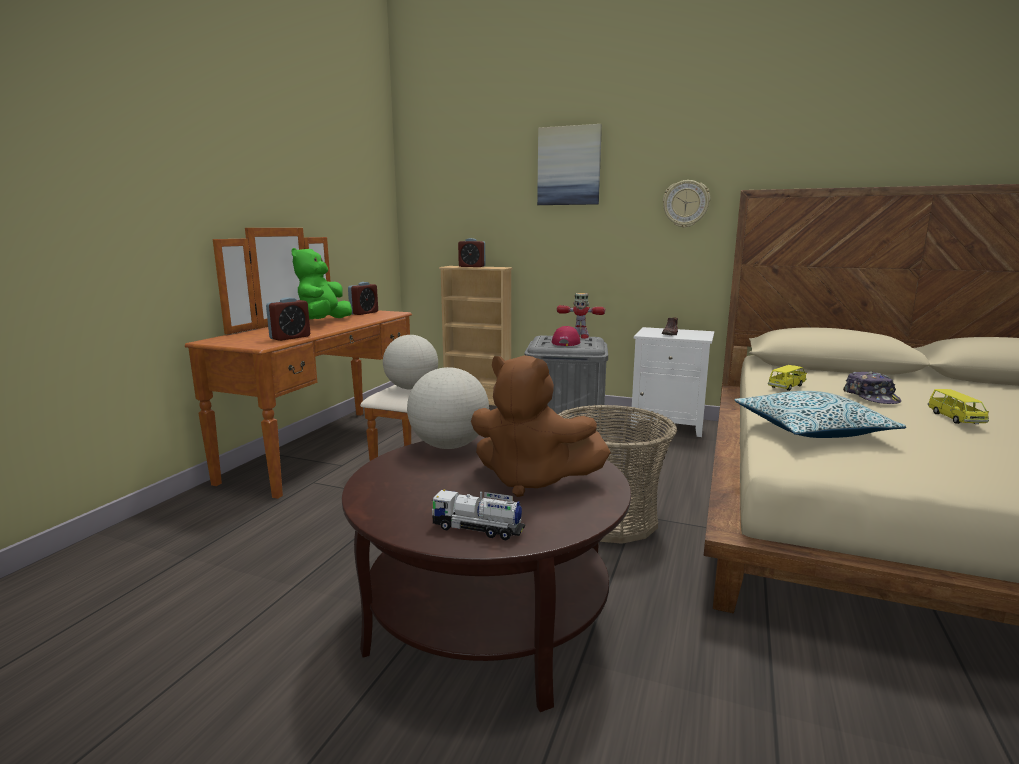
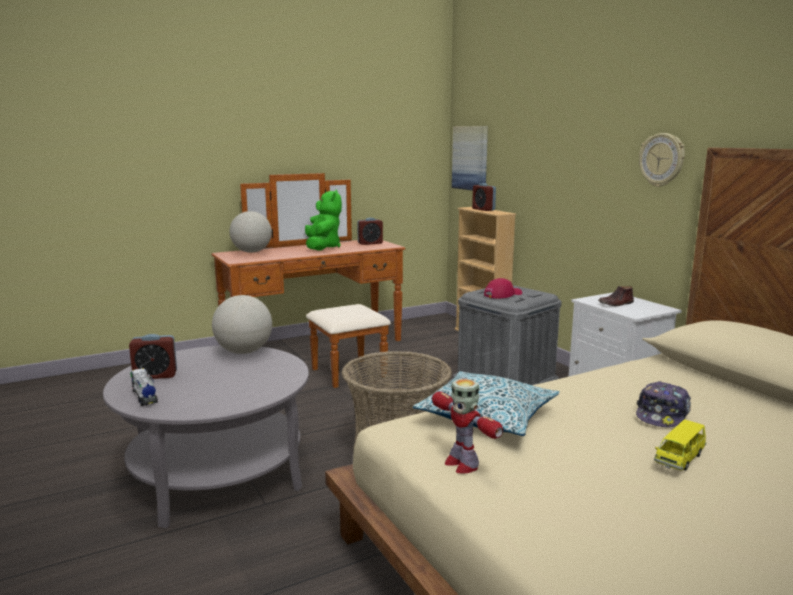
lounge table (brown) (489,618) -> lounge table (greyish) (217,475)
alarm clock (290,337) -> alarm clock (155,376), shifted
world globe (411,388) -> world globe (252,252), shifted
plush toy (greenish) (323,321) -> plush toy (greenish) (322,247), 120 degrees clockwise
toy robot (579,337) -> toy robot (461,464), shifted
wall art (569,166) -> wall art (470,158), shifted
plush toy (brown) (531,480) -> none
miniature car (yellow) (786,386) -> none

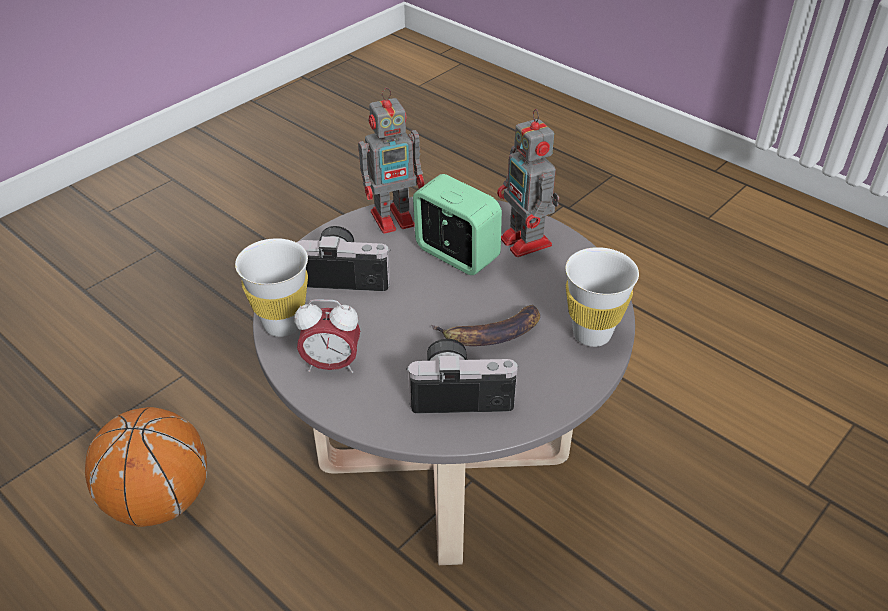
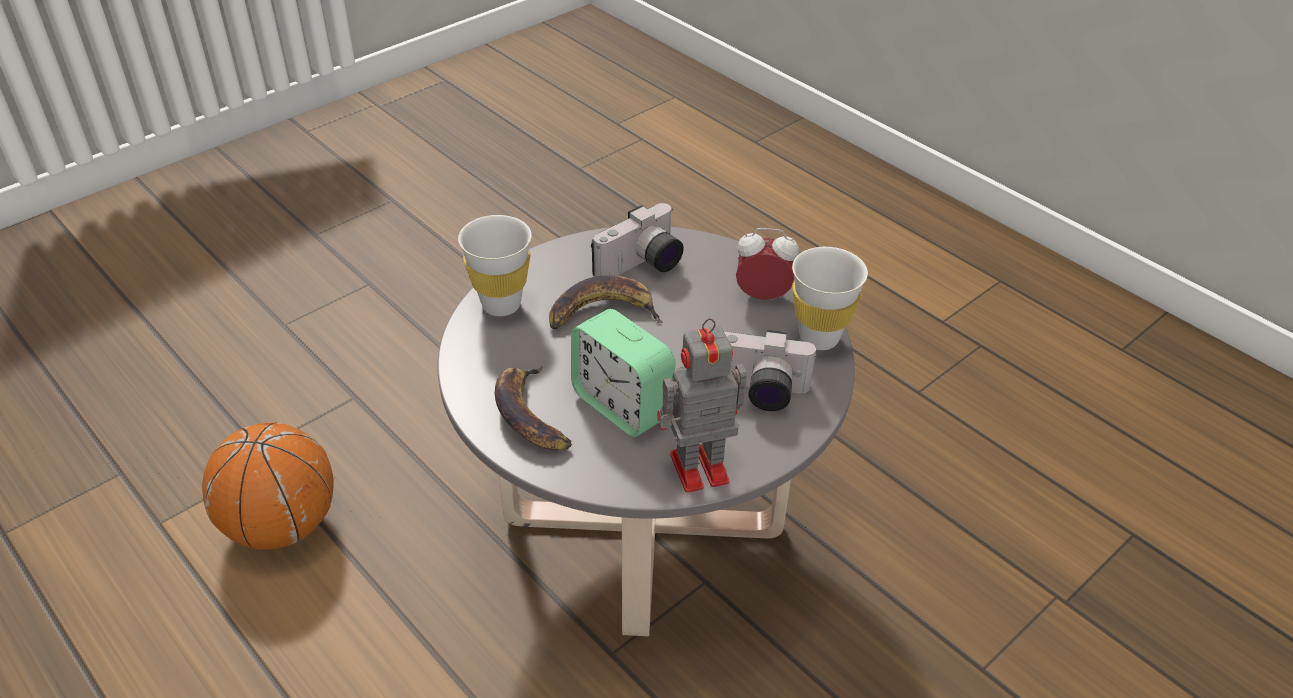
basketball (159,501) -> basketball (282,525), shifted
toy robot (527,243) -> banana fruit (530,415)
still camera (461,390) -> still camera (642,267), 45 degrees counterclockwise

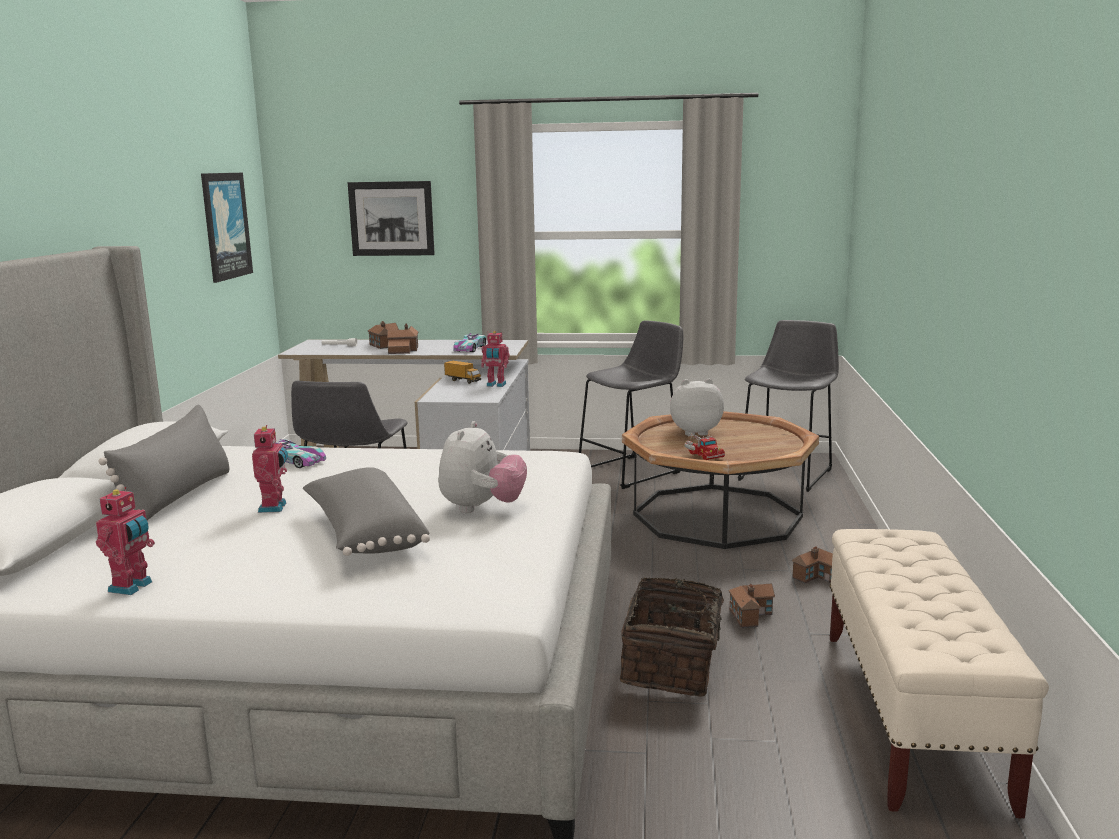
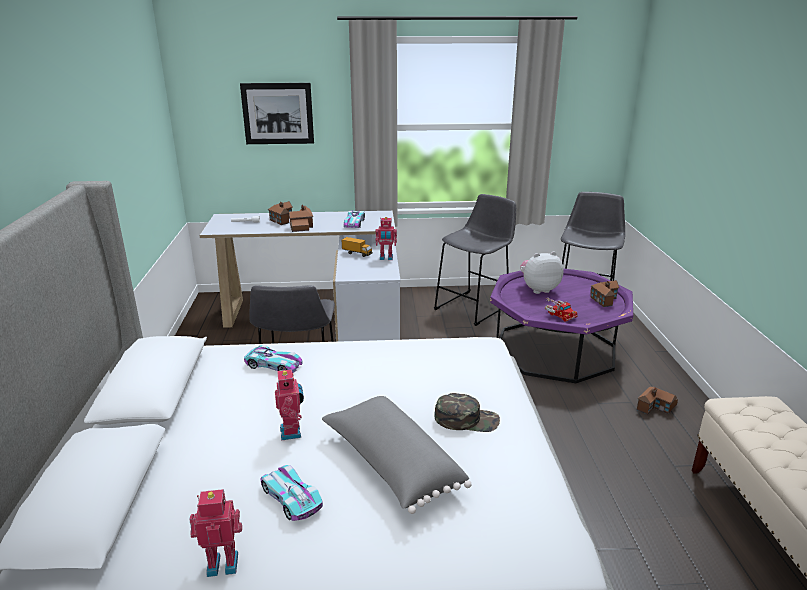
toy robot (132,587) -> toy robot (223,562), 105 degrees counterclockwise
none -> miniature car (291,497)
plush toy (482,508) -> cap (greenish) (466,419)
lounge table (brown) (717,515) -> lounge table (purple) (555,349)
model house (751,614) -> model house (604,298), shifted
cushion (greyish) (178,497) -> none
wall art (225,226) -> none
household basket (672,665) -> none

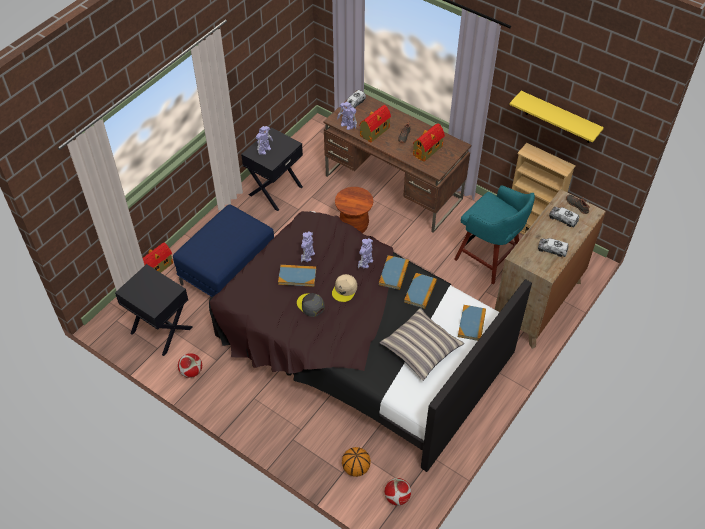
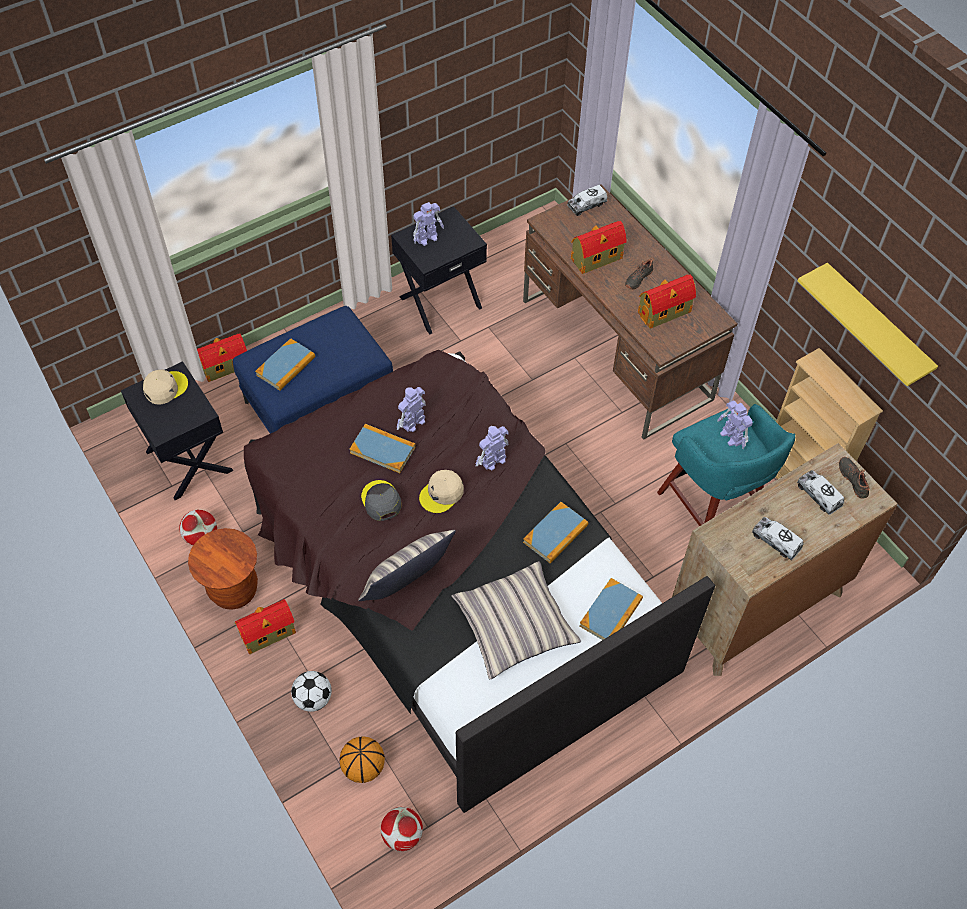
none -> cap (beige) (165,388)
stool (brown) (354,226) -> stool (brown) (233,590), shifted
none -> model house (266,634)
bound book (393,273) -> bound book (286,366), shifted
none -> football (313,698)
none -> cushion (407,587)
toy robot (347,125) -> toy robot (731,437), shifted

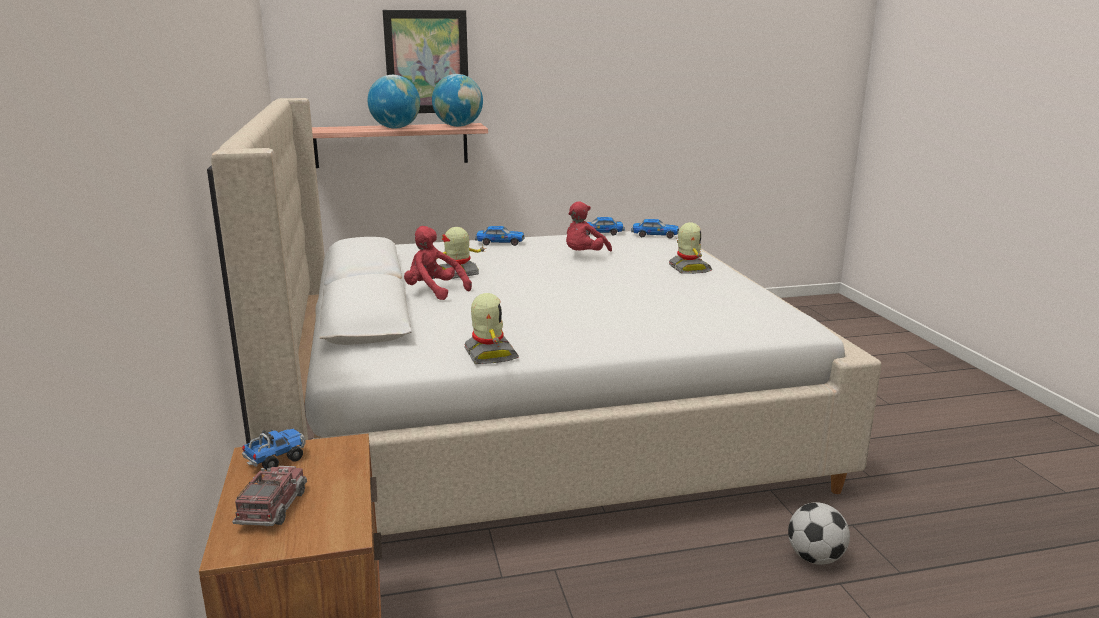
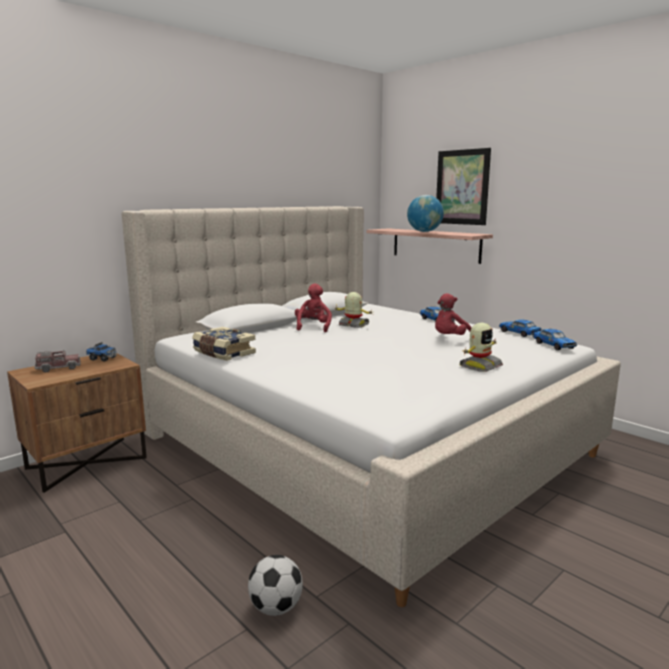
toy robot (489,355) -> bound book (223,353)
plush toy (red-coloured) (584,255) -> plush toy (red-coloured) (450,339), 45 degrees counterclockwise
world globe (458,126) -> none

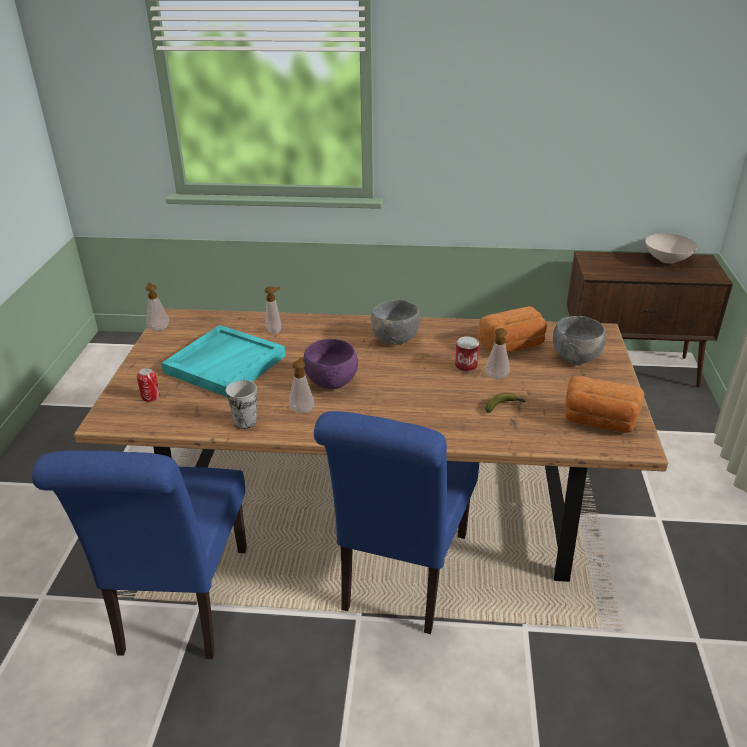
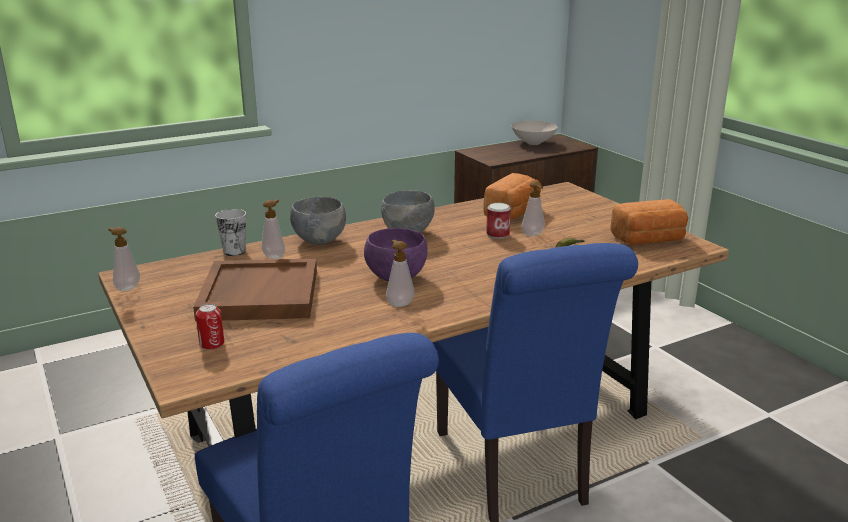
serving tray (blue-green) (225,363) -> serving tray (brown) (259,294)
drinking cup (245,422) -> drinking cup (234,251), shifted
bowl (greyish) (576,358) -> bowl (greyish) (319,240), shifted

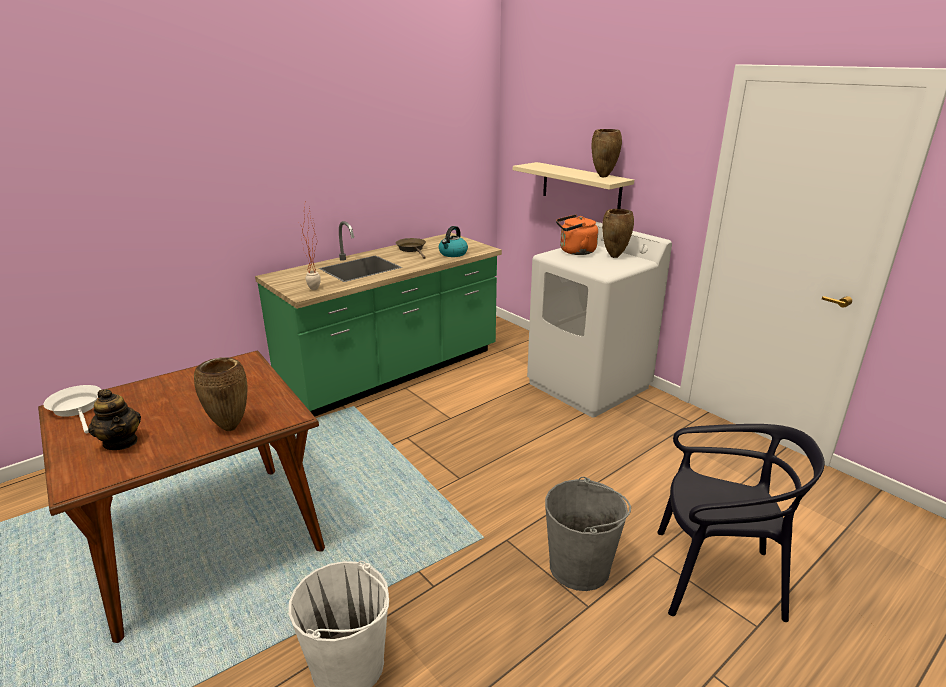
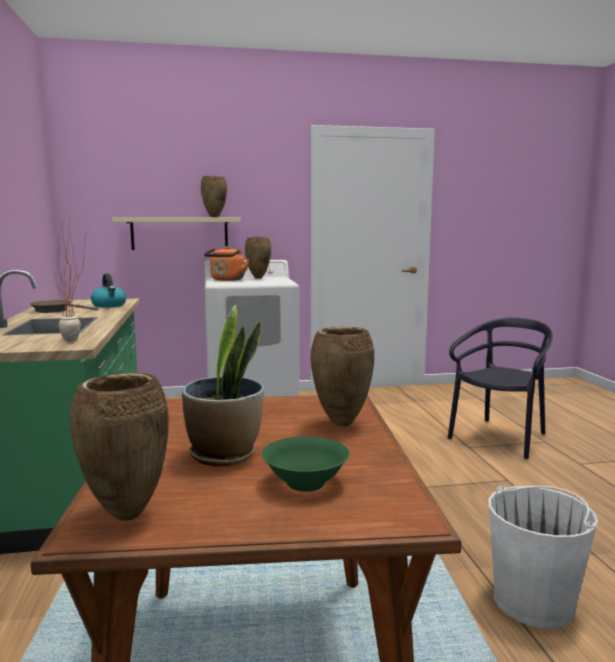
frying pan (white) (77,408) -> vase (brown) (125,515)
none -> potted plant (225,455)
pot for tea (121,442) -> bowl (greenish) (304,482)
water bucket (greyish) (580,567) -> none

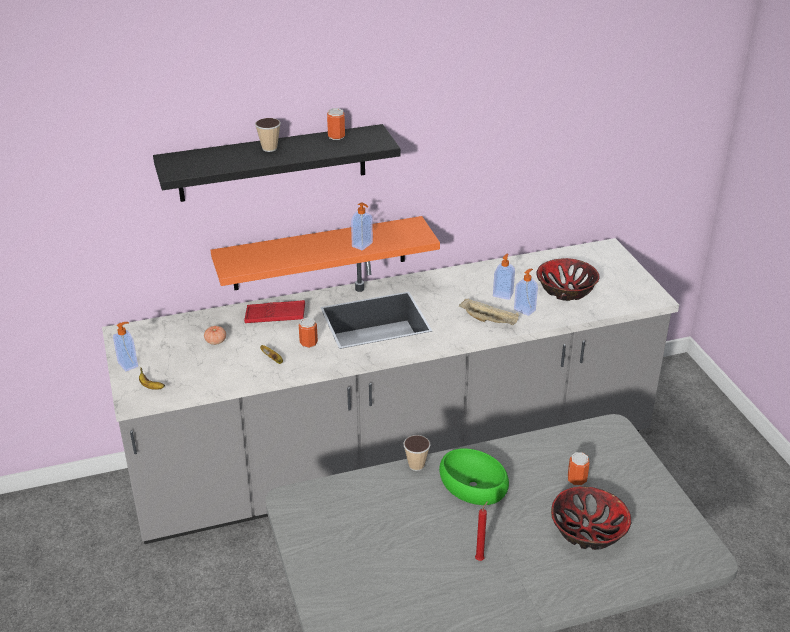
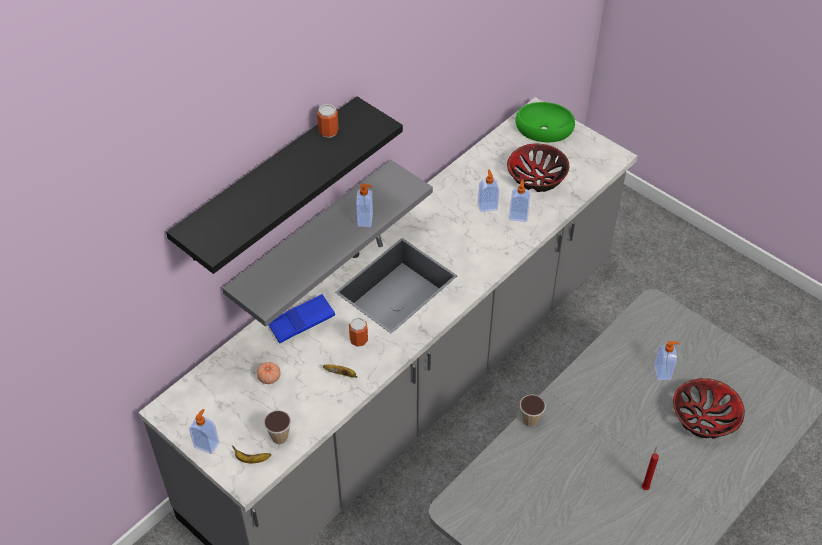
wall shelf (orange-coloured) (320,253) -> wall shelf (greyish) (312,238)
drinking cup (269,148) -> drinking cup (279,437), shifted
serving tray (red-coloured) (275,316) -> serving tray (bluish) (301,322)
bowl (greenish) (472,485) -> bowl (greenish) (543,129), shifted
metal can (577,480) -> soap dispenser (663,372)
serving tray (beige) (489,320) -> none

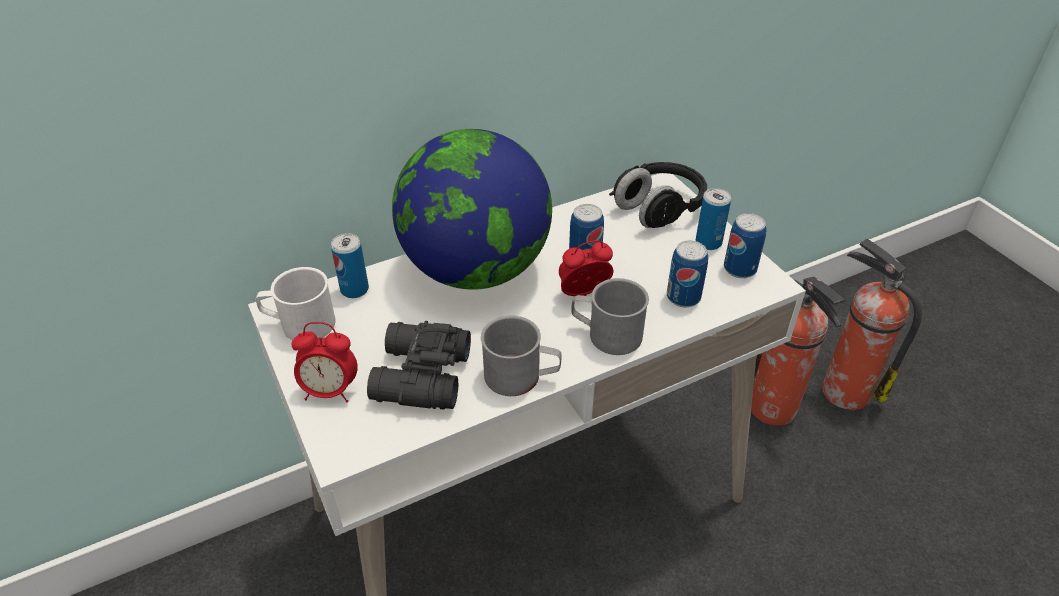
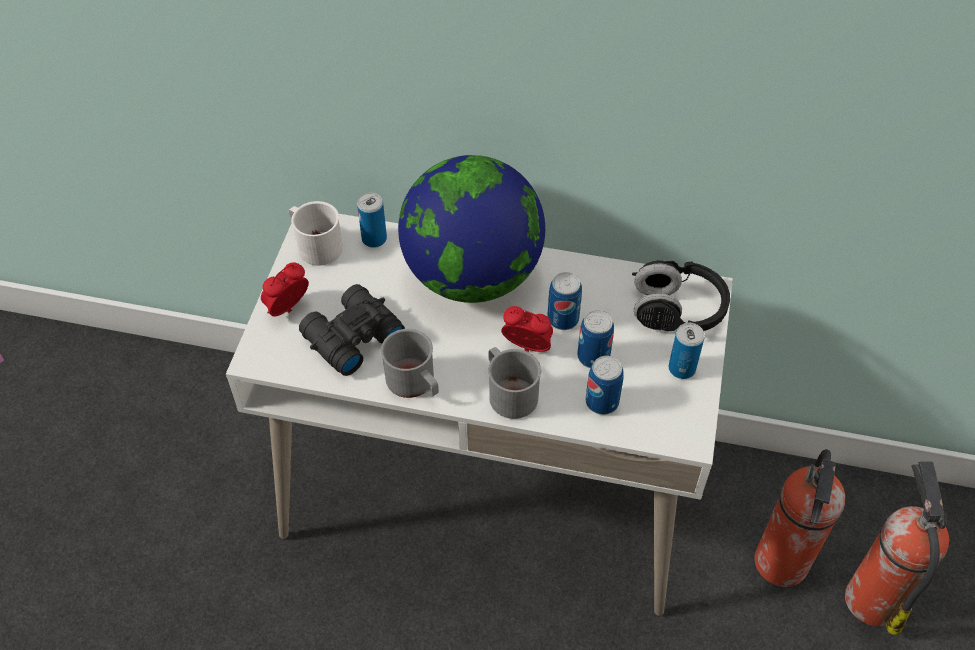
alarm clock (330,391) -> alarm clock (288,310), 90 degrees clockwise
metal can (739,269) -> metal can (593,357), shifted

